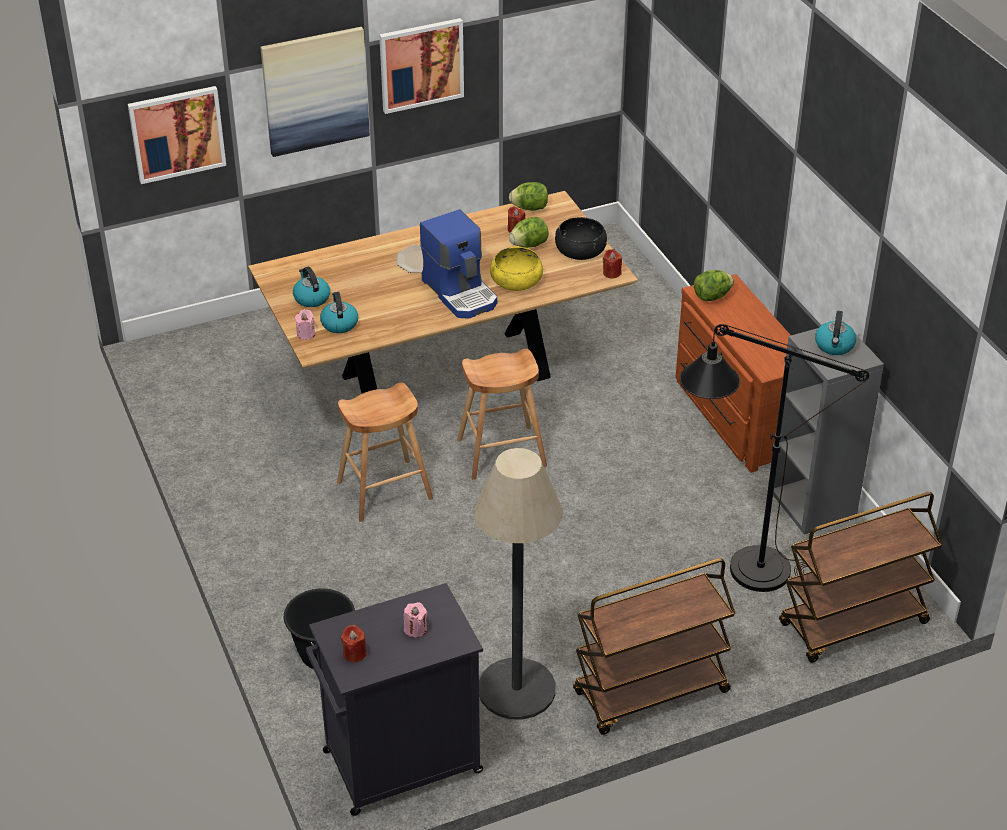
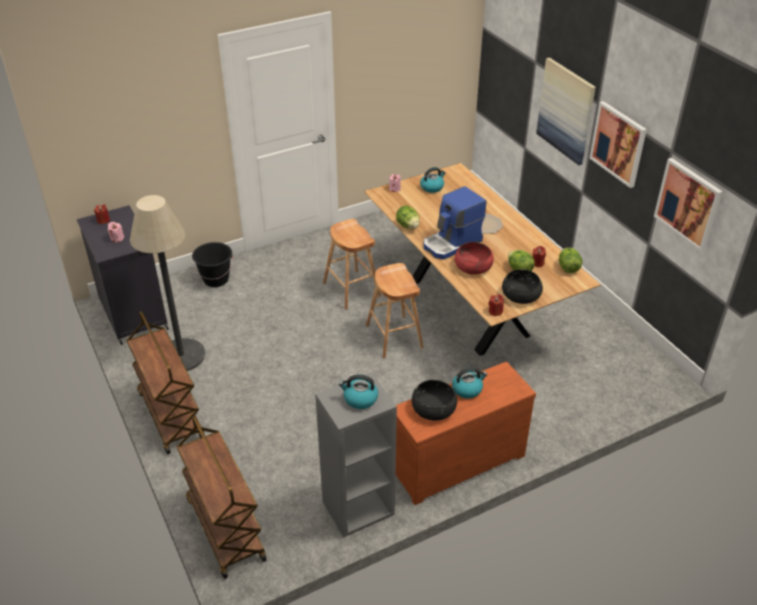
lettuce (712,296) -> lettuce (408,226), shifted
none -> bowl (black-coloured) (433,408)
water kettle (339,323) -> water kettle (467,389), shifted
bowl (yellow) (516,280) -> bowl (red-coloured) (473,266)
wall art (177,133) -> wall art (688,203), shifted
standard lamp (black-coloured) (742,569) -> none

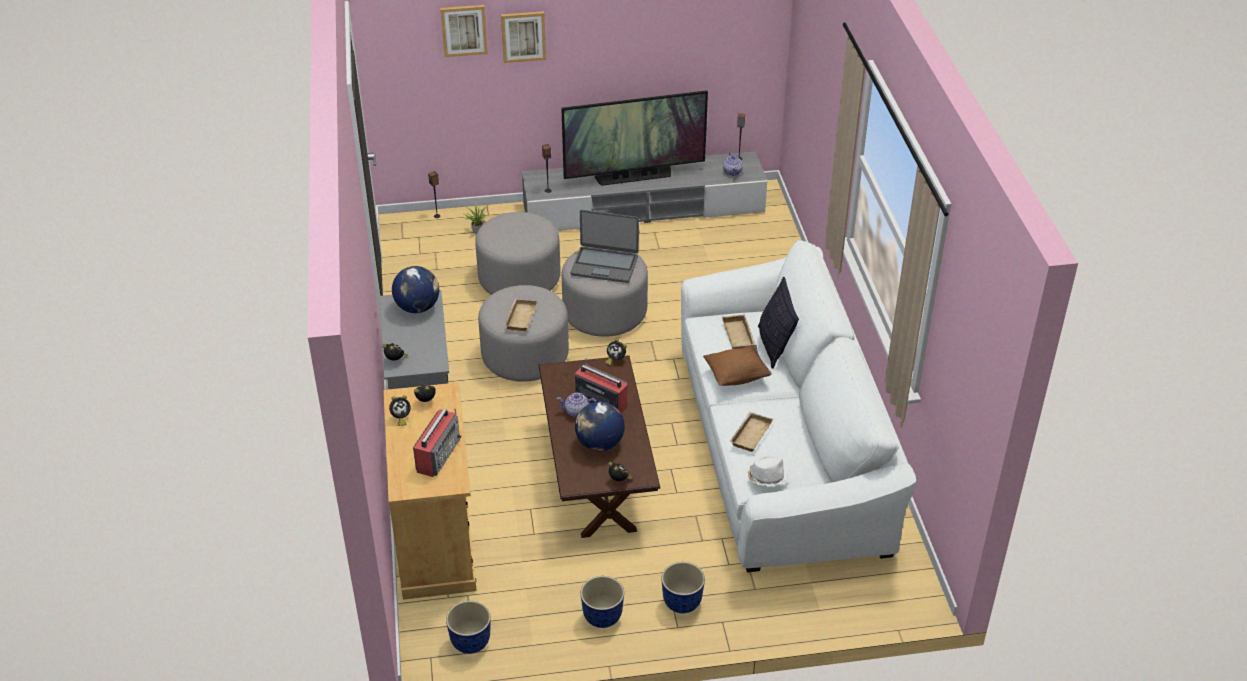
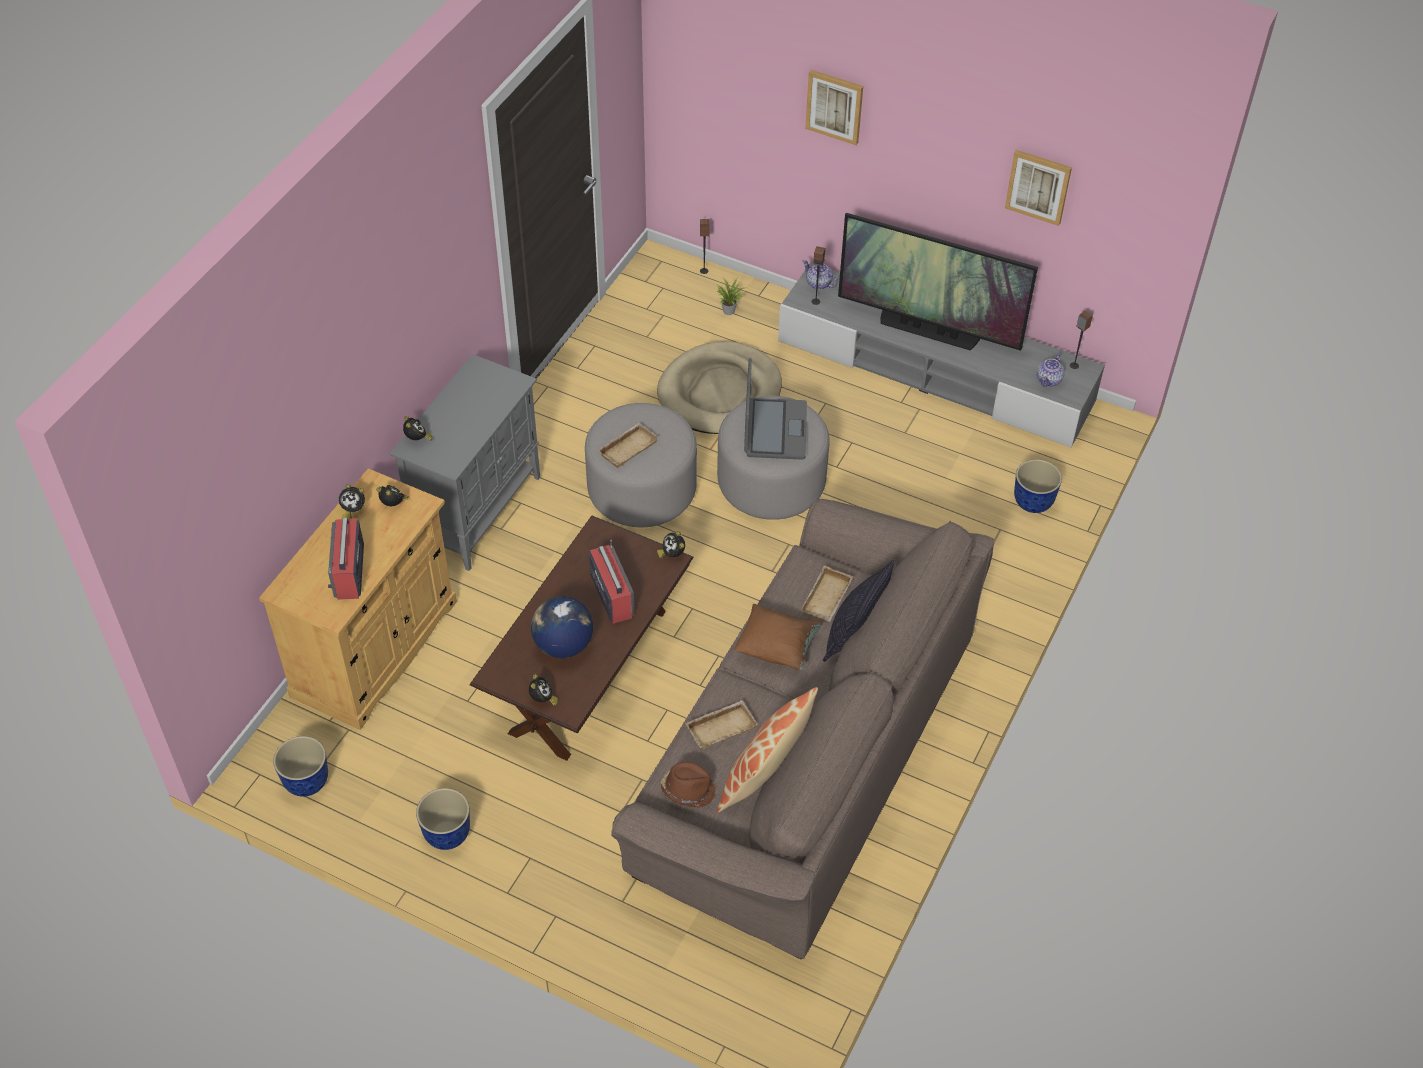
radio set (438,454) -> radio set (349,572), 120 degrees clockwise
settee (white) (779,449) -> settee (brown) (803,755)
pouffe (greyish) (519,279) -> pet bed (beige) (720,393)
clothing hat (white) (767,477) -> clothing hat (brown) (688,789)
none -> cushion (765,777)
laptop (604,265) -> laptop (774,430), 135 degrees counterclockwise
pot for tea (577,412) -> pot for tea (819,284), shifted
wall art (464,30) -> wall art (1038,186), shifted
planter (682,603) -> planter (1032,503), shifted
world globe (417,307) -> none

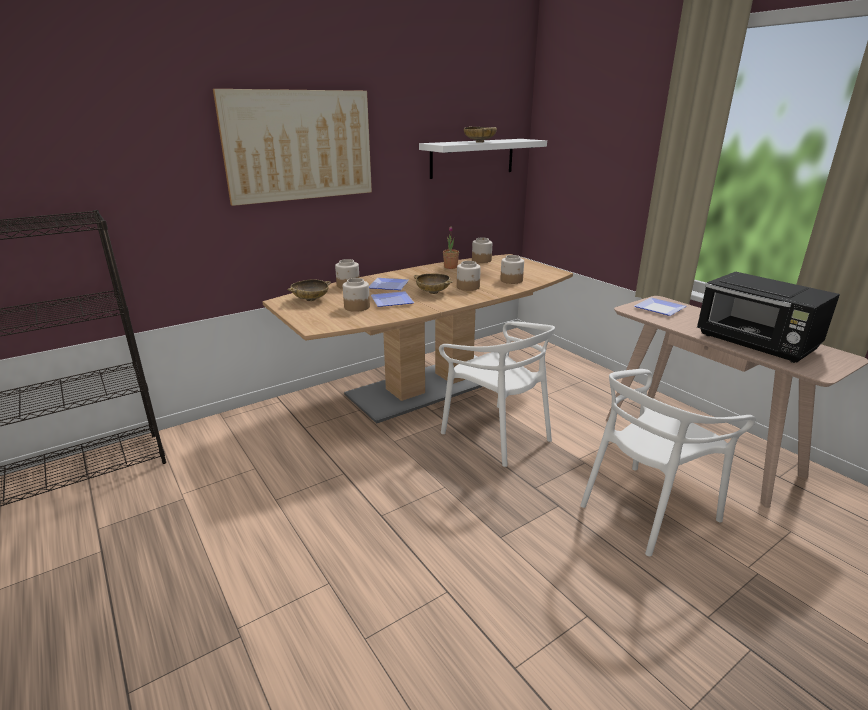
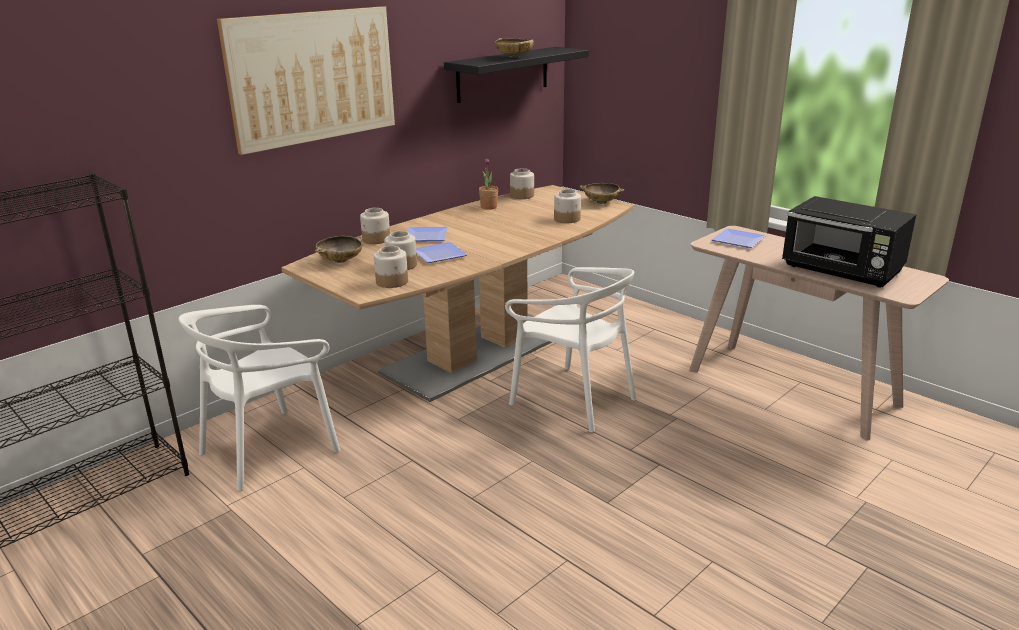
plain chair (white) (646,509) -> plain chair (white) (269,449), shifted
preserve jar (468,287) -> preserve jar (392,282), shifted
wall shelf (white) (472,158) -> wall shelf (black-coloured) (503,74)
bowl (beige) (433,292) -> bowl (beige) (601,202), shifted

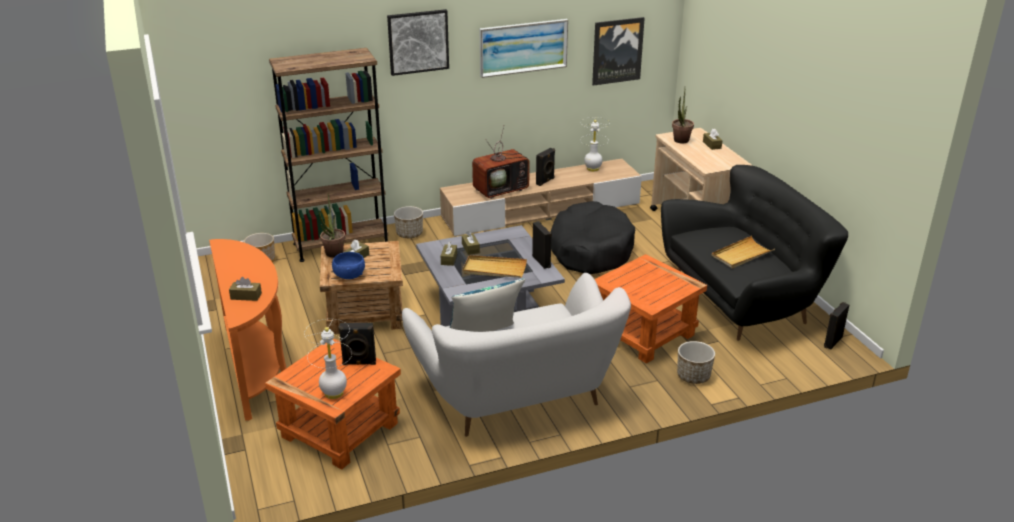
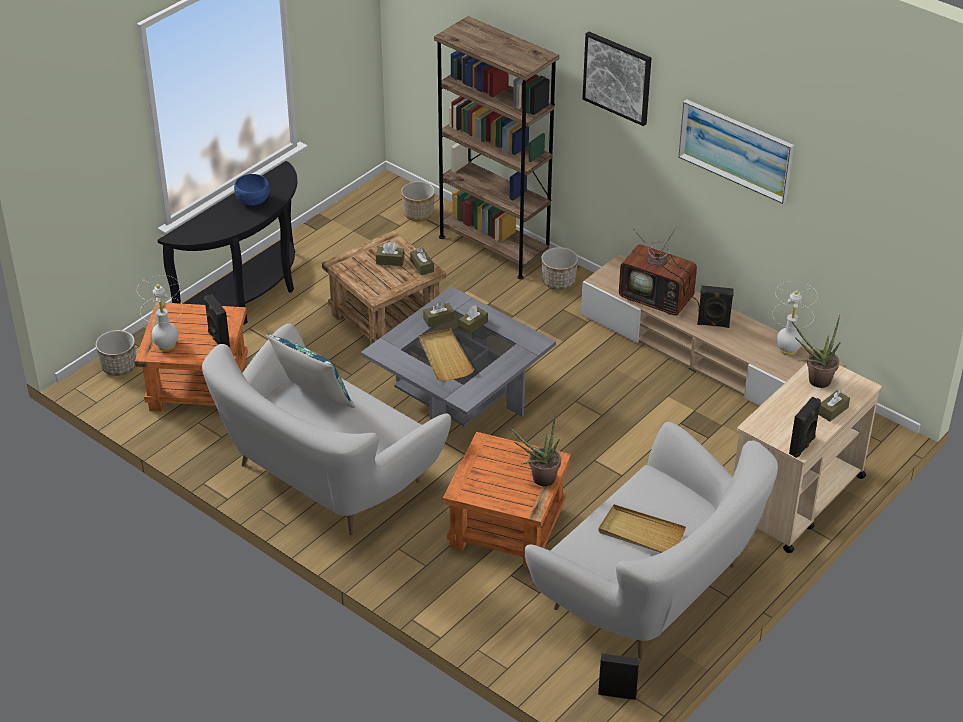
planter (693,376) -> planter (119,367), shifted
console table (orange-coloured) (257,367) -> console table (black-coloured) (249,297)
bowl (bluish) (349,275) -> bowl (bluish) (252,200), shifted
tissue box (brown) (246,296) -> tissue box (brown) (422,266), shifted
potted plant (333,255) -> potted plant (539,480), shifted
settee (black-coloured) (742,299) -> settee (white) (651,589)
speaker (black-coloured) (542,261) -> speaker (black-coloured) (802,446), shifted
pet bed (black-coloured) (590,250) -> none
wall art (617,51) -> none

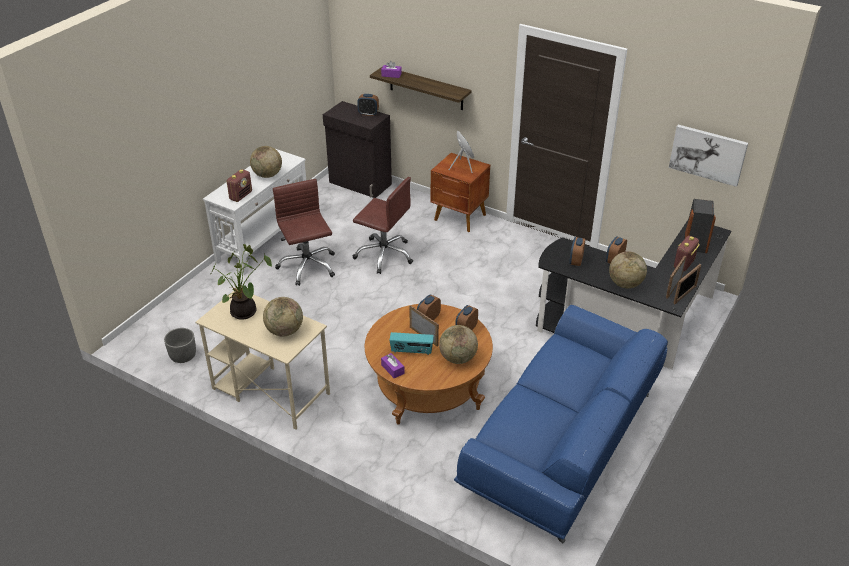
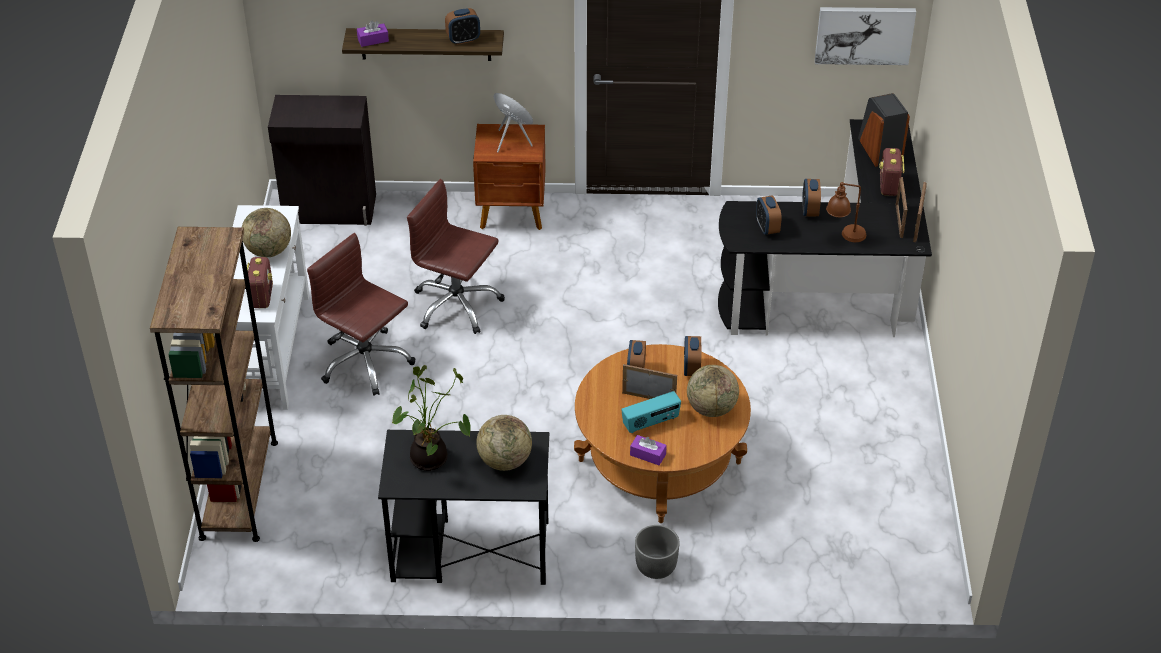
none -> bookcase (brown) (239,489)
desk table (beige) (270,391) -> desk table (black-coloured) (469,552)
desk chair (brown) (384,255) -> desk chair (brown) (456,305), 150 degrees counterclockwise
alarm clock (368,113) -> alarm clock (463,39), shifted
planter (greyish) (183,356) -> planter (greyish) (655,566), shifted
world globe (625,284) -> lamp for a table (brown) (844,237)
settee (bluish) (562,443) -> none

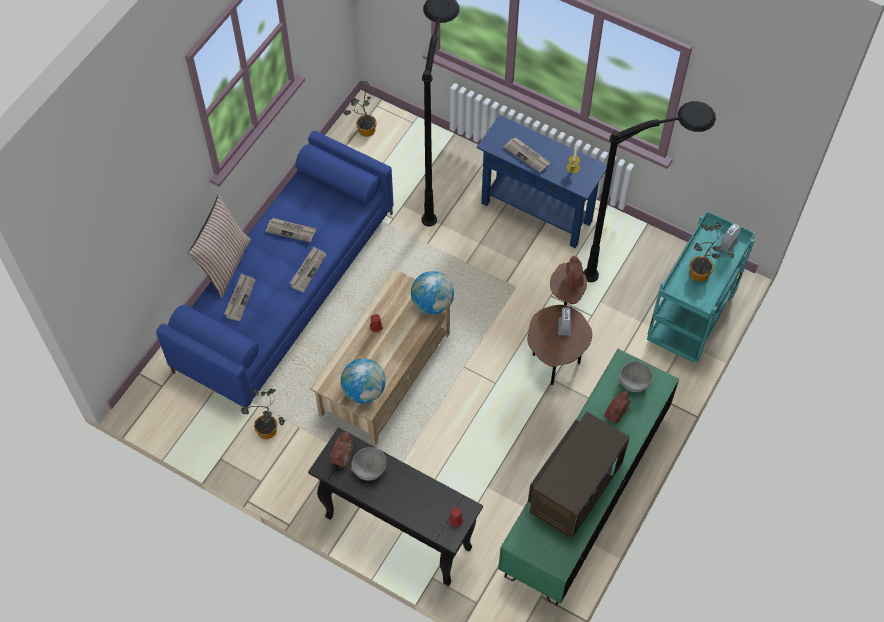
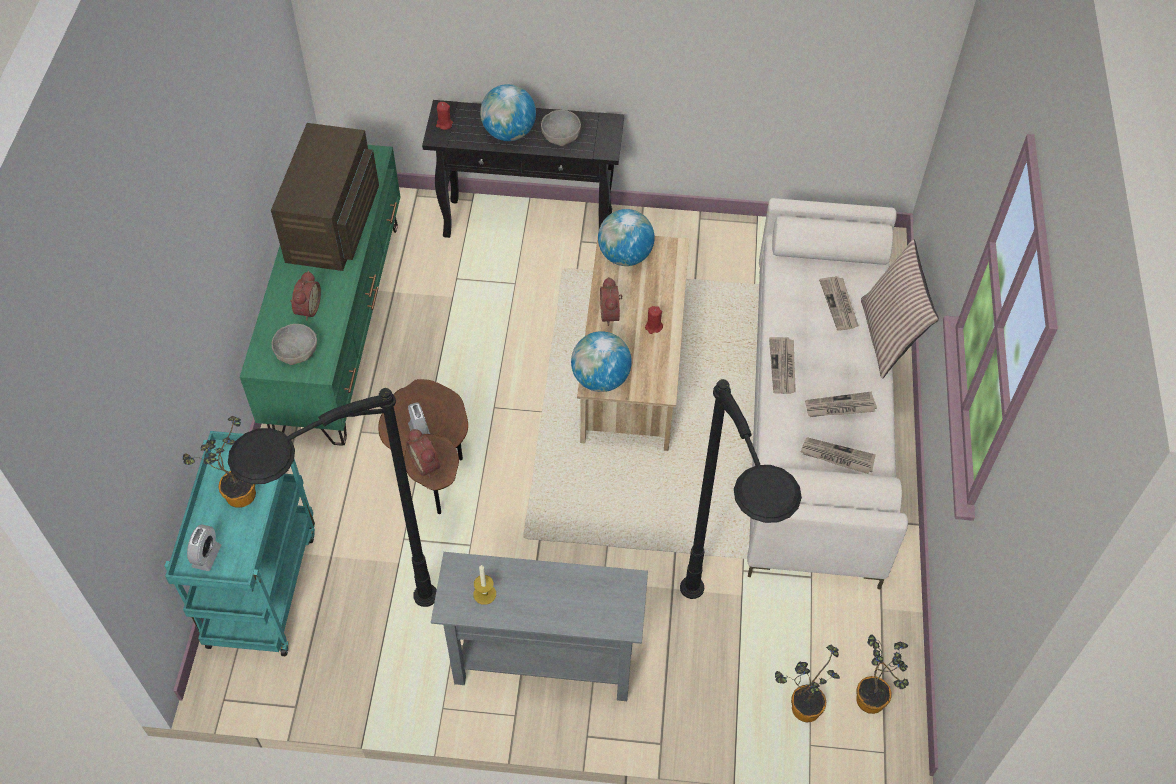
console table (bluish) (536,212) -> console table (greyish) (543,665)
none -> world globe (509,133)
alarm clock (341,456) -> alarm clock (611,314), shifted
settee (bluish) (286,289) -> settee (beige) (816,419)
potted plant (269,432) -> potted plant (801,707), shifted
printed paper (527,155) -> printed paper (837,457), shifted

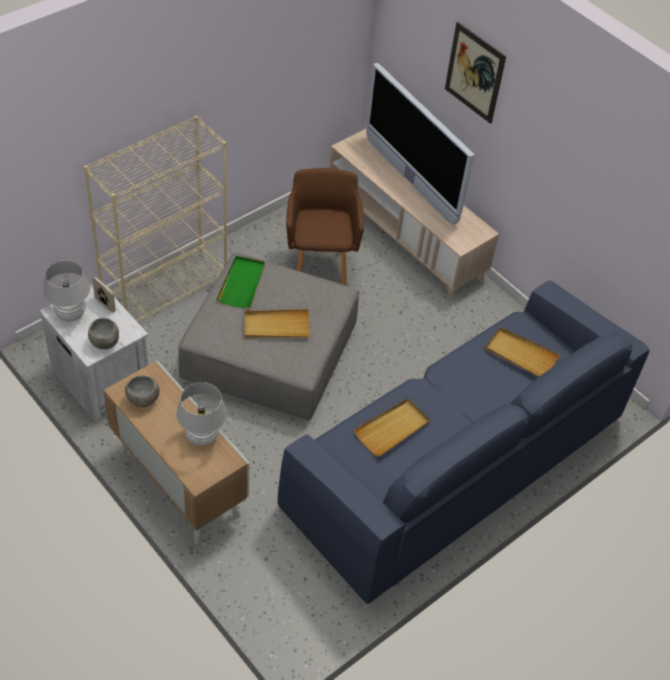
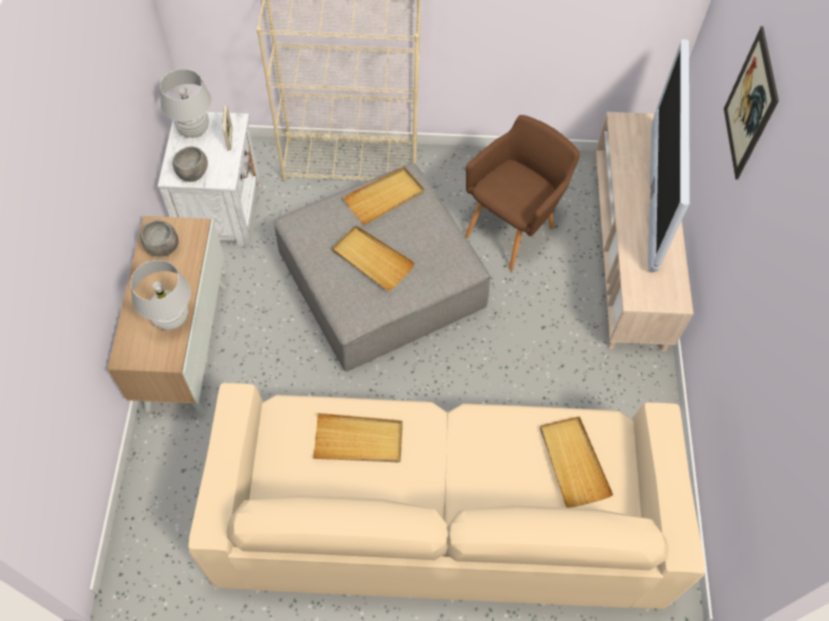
settee (bluish) (455,462) -> settee (beige) (441,517)
serving tray (greenish) (242,284) -> serving tray (beige) (384,197)

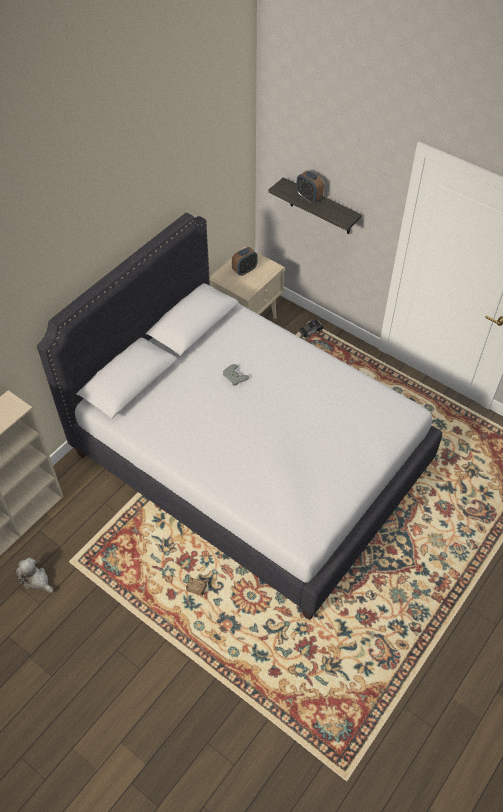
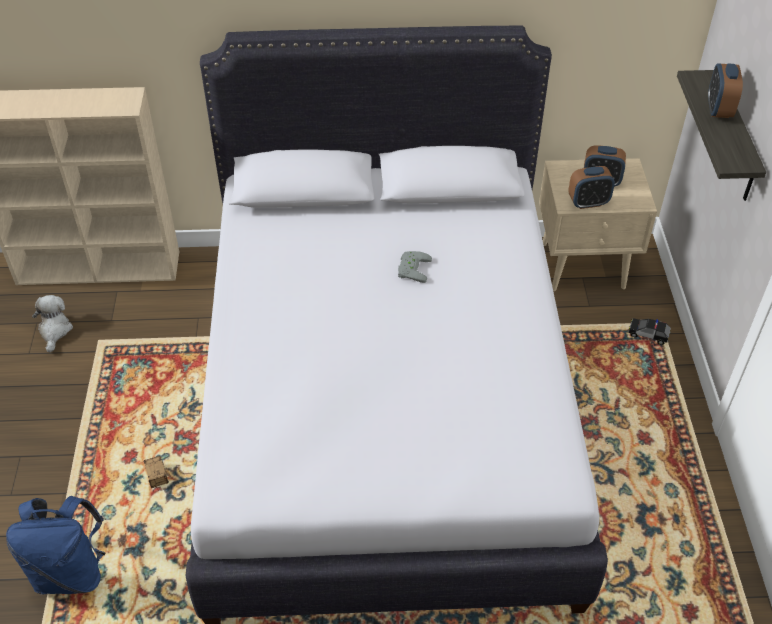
none -> knapsack (bluish) (71,572)
none -> alarm clock (588,202)

